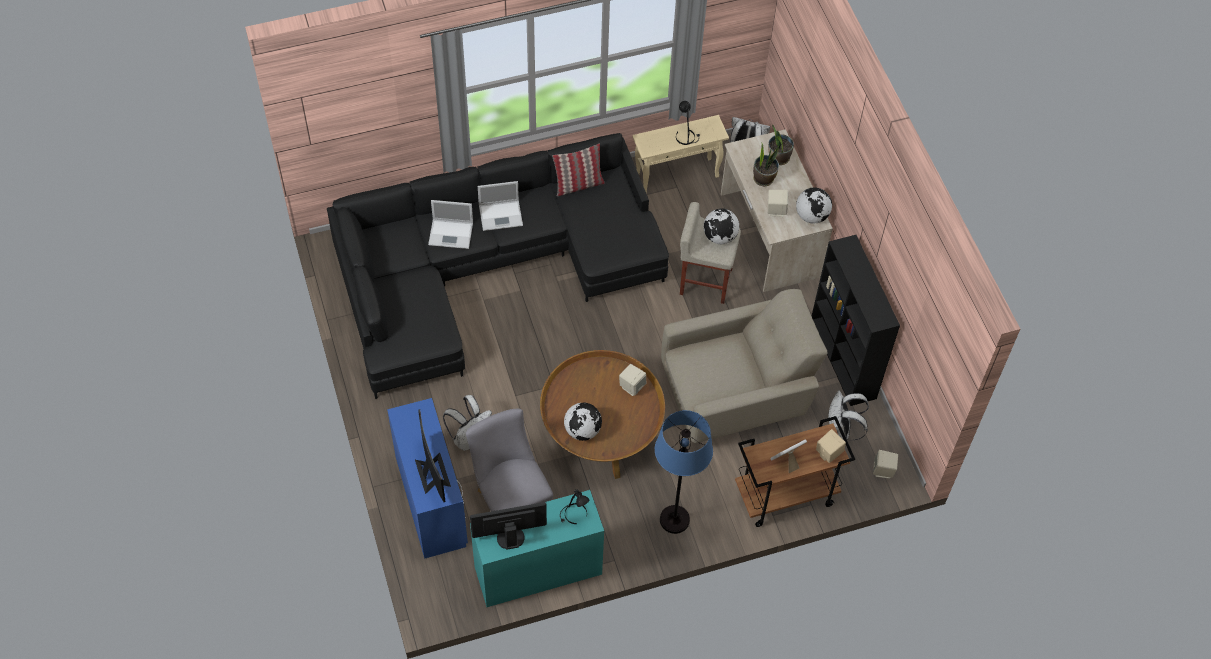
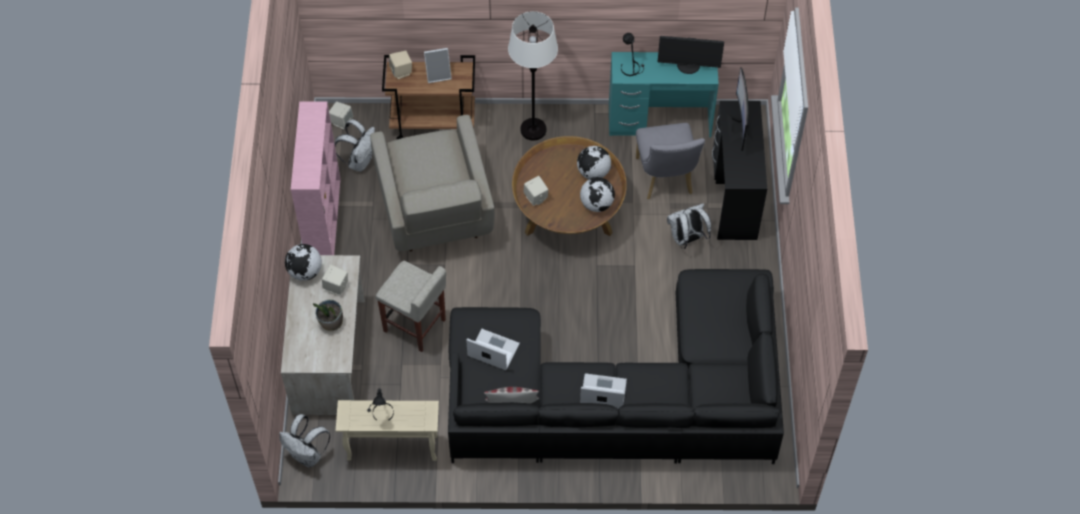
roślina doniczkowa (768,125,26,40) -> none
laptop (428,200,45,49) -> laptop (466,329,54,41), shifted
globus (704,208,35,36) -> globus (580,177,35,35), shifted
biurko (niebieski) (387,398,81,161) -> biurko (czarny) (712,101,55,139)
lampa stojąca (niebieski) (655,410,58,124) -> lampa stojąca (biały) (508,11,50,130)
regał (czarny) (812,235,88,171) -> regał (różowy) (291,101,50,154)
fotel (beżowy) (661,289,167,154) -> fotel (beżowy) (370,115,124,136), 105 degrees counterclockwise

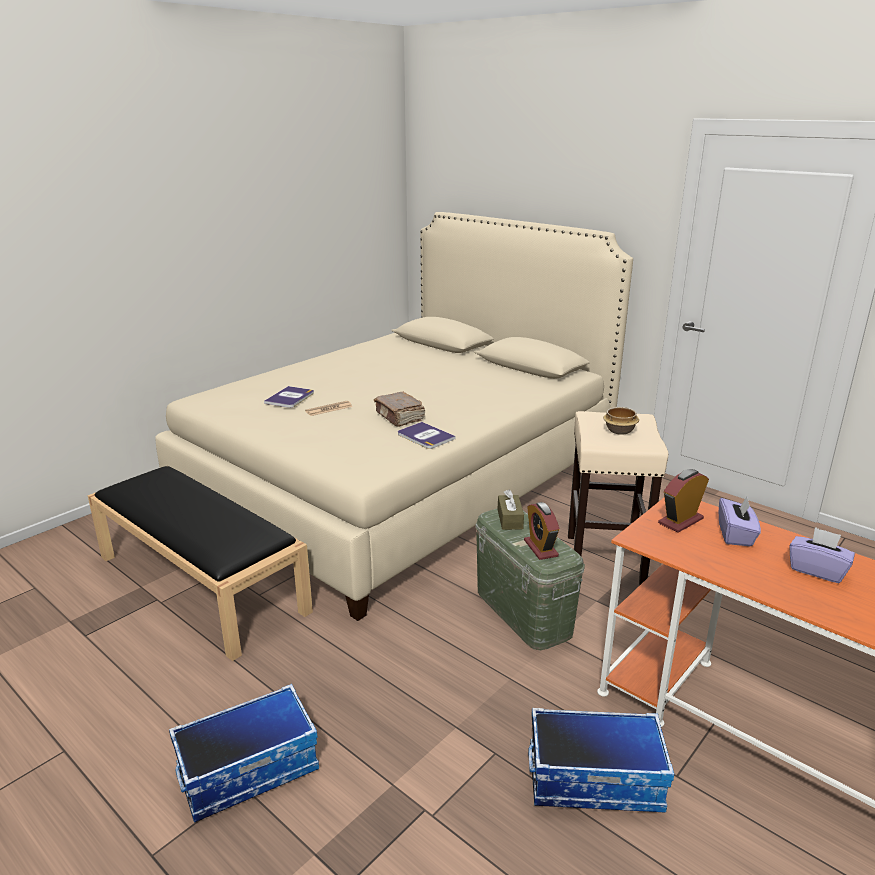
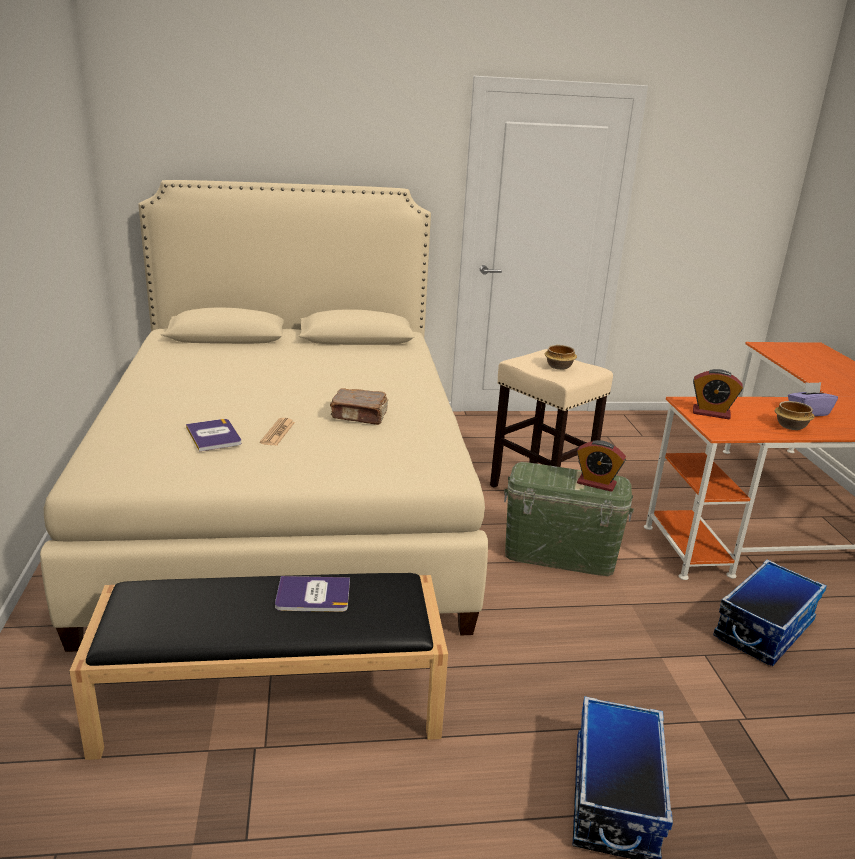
pudełko chusteczek (brązowy) (498,490,26,40) -> none
pudełko chusteczek (fioletowy) (719,497,42,49) -> none
none -> miska (775,401,40,29)
książka (398,422,58,27) -> książka (275,576,75,36), shifted
budzik (658,469,51,64) -> budzik (693,369,50,50), 75 degrees counterclockwise

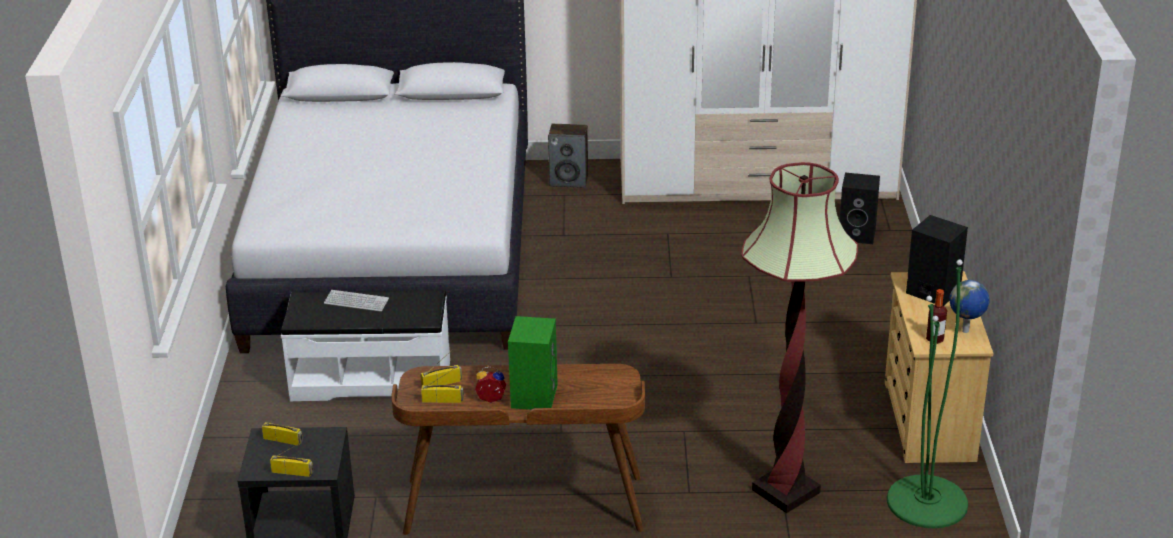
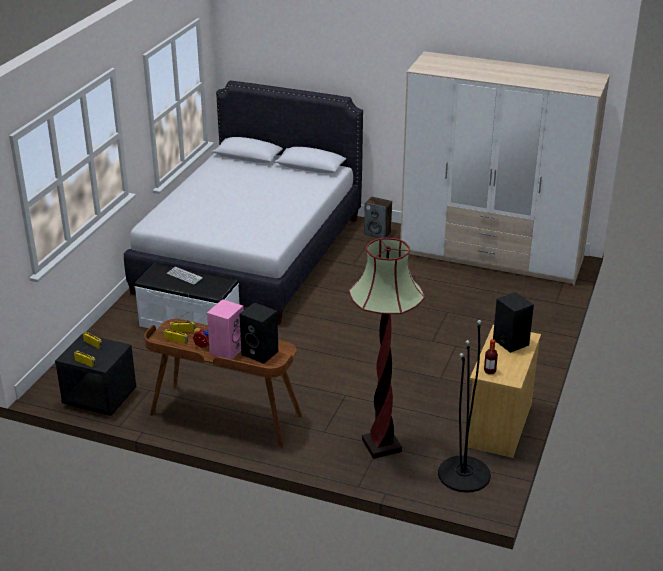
globus (949,280,41,53) -> none
głośnik (czarny) (840,173,40,71) -> głośnik (czarny) (239,302,39,62), shifted
głośnik (zielony) (508,316,50,94) -> głośnik (różowy) (207,299,37,60)
lampa stojąca (zielony) (887,259,81,269) -> lampa stojąca (czarny) (438,320,53,173)

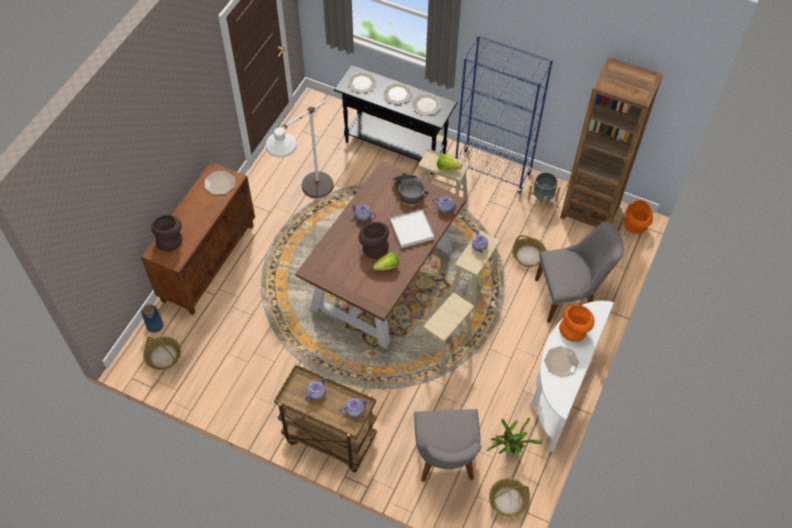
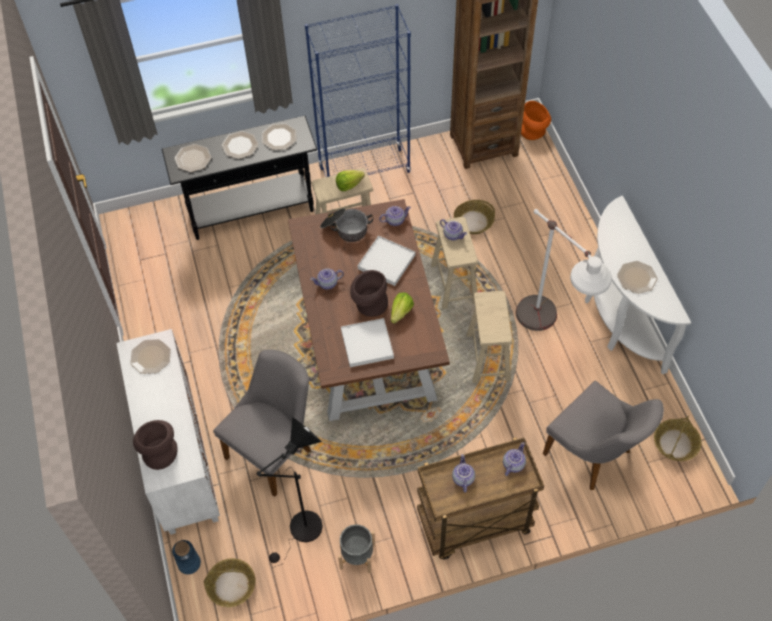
roślina doniczkowa (487,418,56,39) -> none
wazon (pomarańczowy) (559,305,35,37) -> none
none -> lampa stojąca (czarny) (256,417,67,150)
none -> taca (biały) (341,318,53,49)
lampa stojąca (biały) (266,101,68,97) -> lampa stojąca (biały) (516,209,96,122), shifted
donica (szary) (528,172,33,40) -> donica (szary) (338,524,37,49), shifted
krzesło (szary) (535,221,89,102) -> krzesło (szary) (213,349,98,148), shifted
szafka (brązowy) (141,162,114,153) -> szafka (biały) (116,329,104,206)

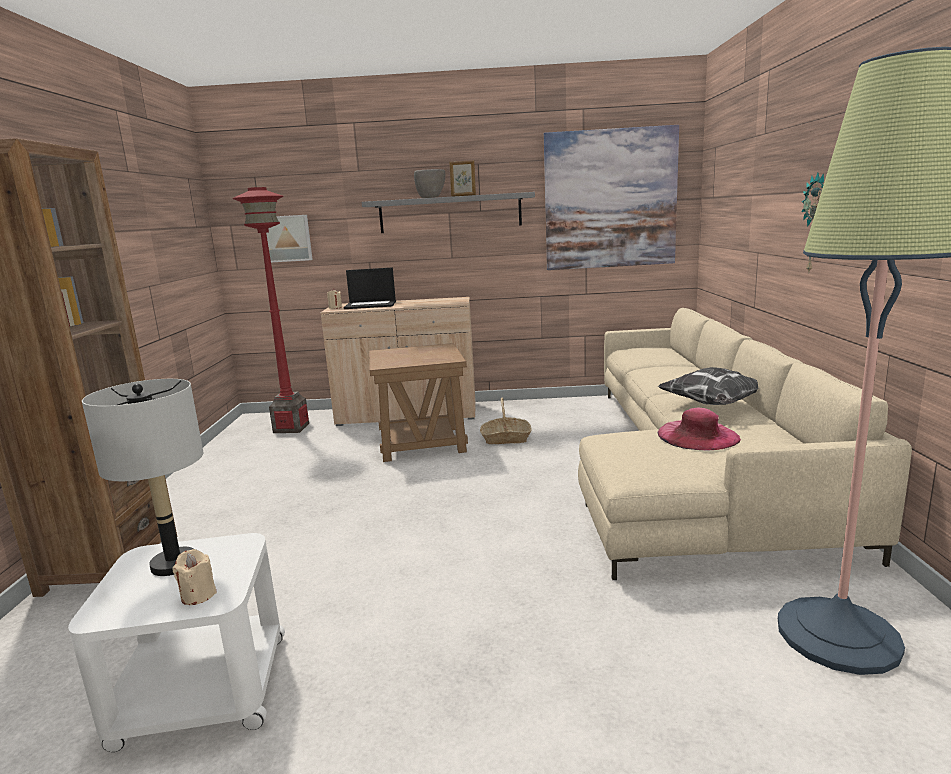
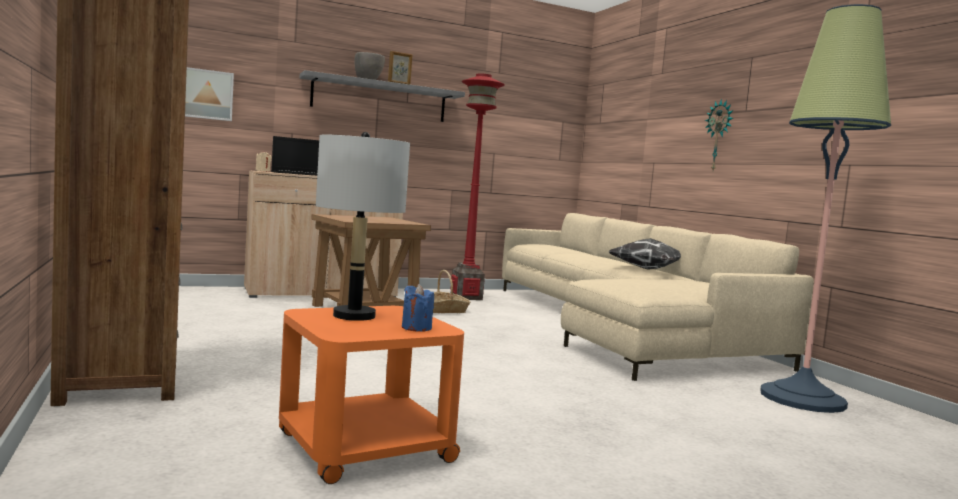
obraz (544,125,135,145) -> none
kapelusz (różowy) (657,408,84,43) -> none
lampa stojąca (czerwony) (232,187,77,246) -> lampa stojąca (czerwony) (450,73,55,227), shifted
stolik (biały) (68,533,217,219) -> stolik (pomarańczowy) (279,306,185,178)
świeca (beżowy) (172,549,45,56) -> świeca (niebieski) (402,284,32,48)

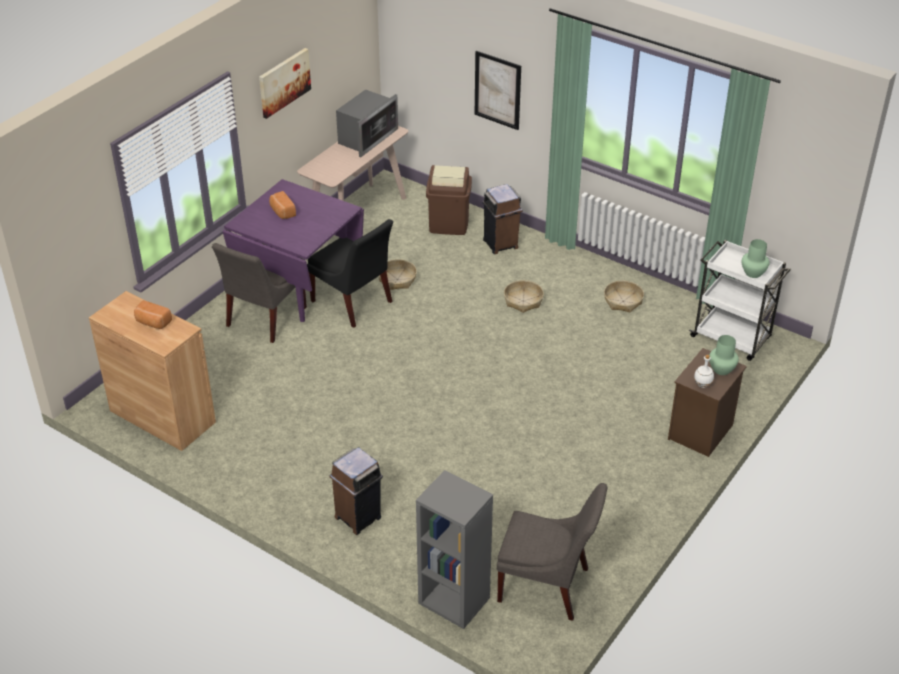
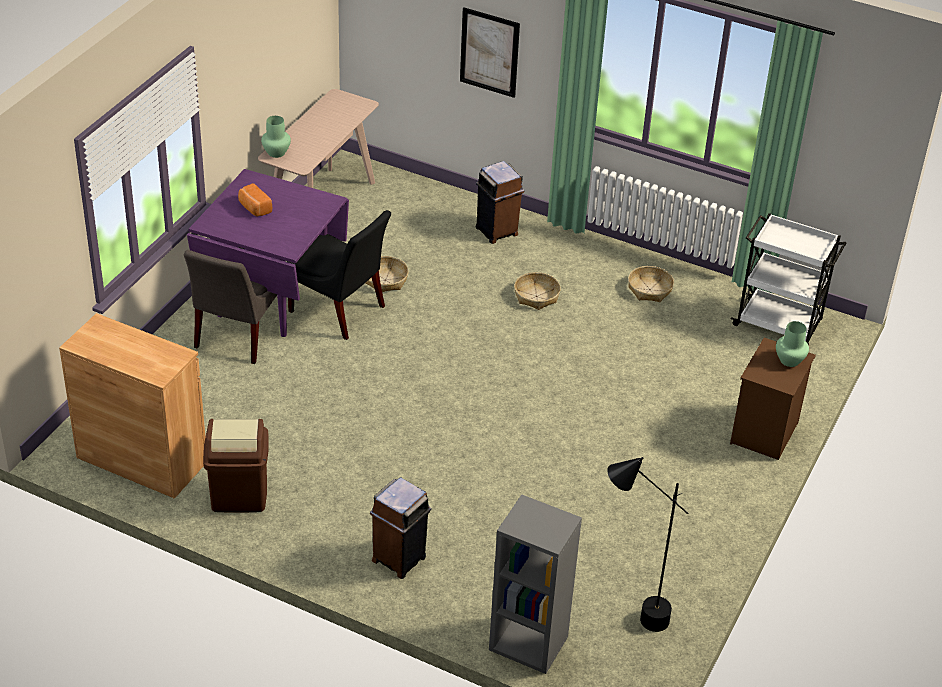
chleb (134,300,38,29) -> none
obraz (259,48,52,71) -> none
mikrofalówka (336,89,62,68) -> none
butelka (biały) (694,354,20,34) -> none
kosz na śmieci (brązowy) (426,165,46,70) -> kosz na śmieci (brązowy) (203,419,66,94), shifted
wazon (zielony) (742,239,28,39) -> wazon (zielony) (261,116,30,42), shifted
krzesło (szary) (497,483,110,138) -> lampa stojąca (czarny) (607,457,81,175)

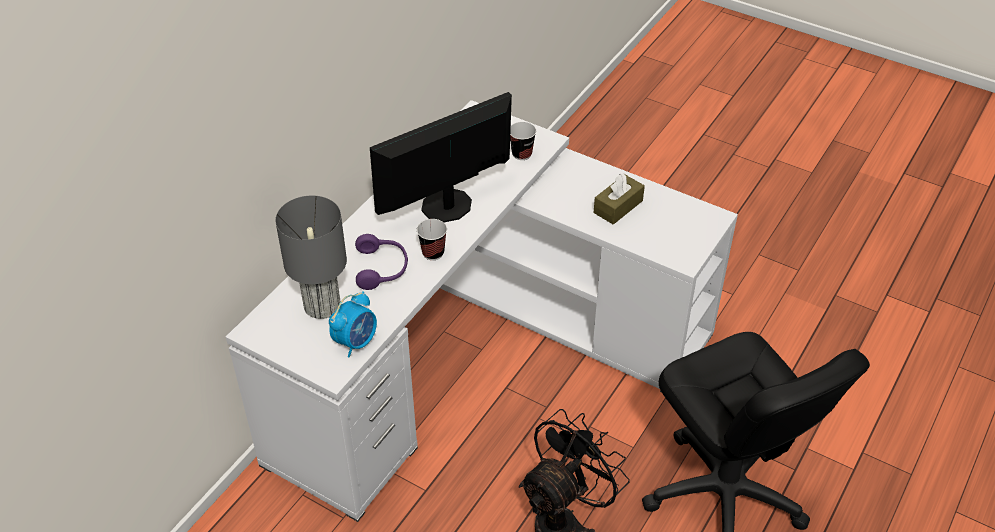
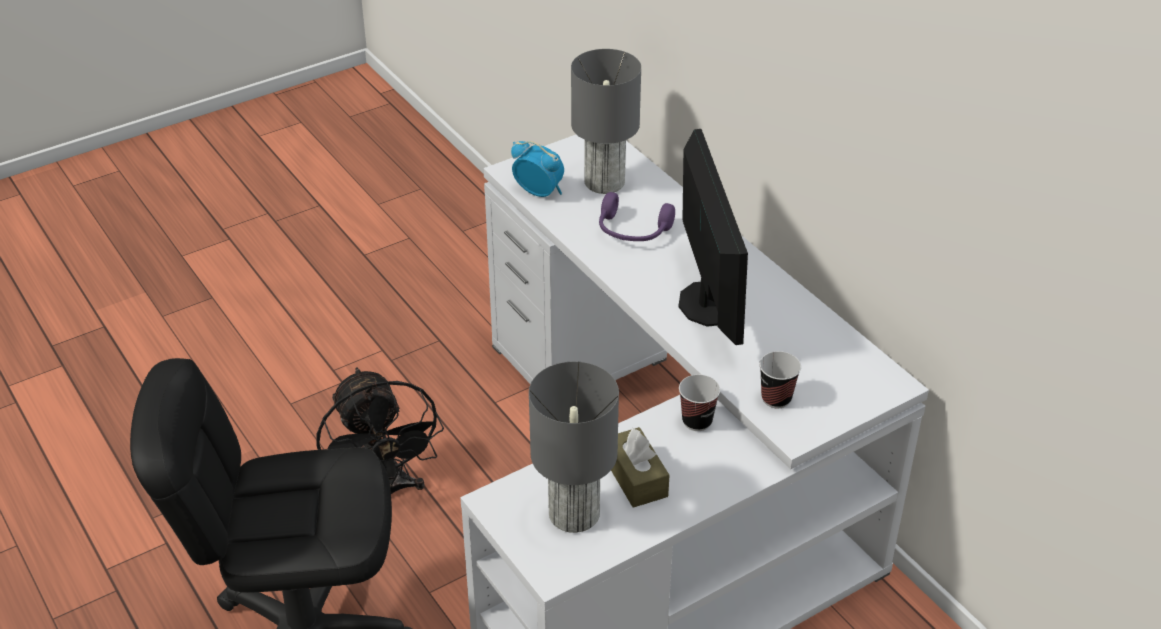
none -> lampa stołowa (szary) (529,361,90,172)
filiżanka (417,219,30,41) -> filiżanka (679,375,41,56), shifted
budzik (329,291,48,67) -> budzik (511,141,53,56), 150 degrees clockwise

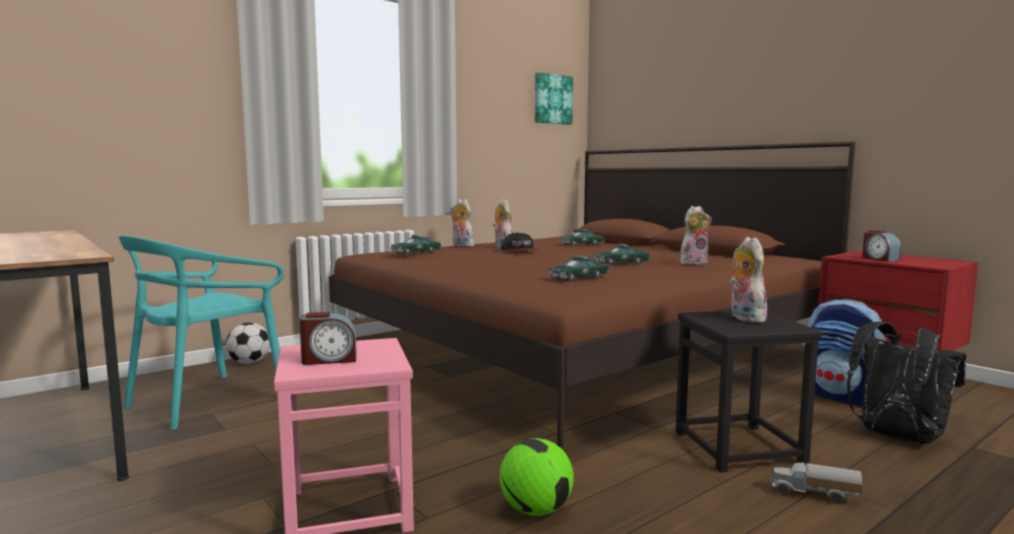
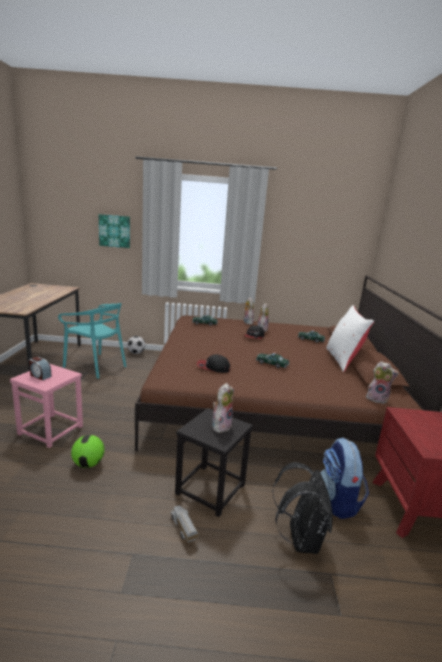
budzik (862,230,39,32) -> none
none -> poduszka (biały) (326,305,48,67)
obraz (535,72,38,53) -> obraz (99,214,31,34), shifted
pluszak (680,206,32,59) -> pluszak (366,361,33,43), shifted
samochodzik (548,255,62,27) -> czapka z daszkiem (197,354,34,19)
krzesło (turkusowy) (119,235,165,195) -> krzesło (turkusowy) (58,303,68,76), 135 degrees counterclockwise

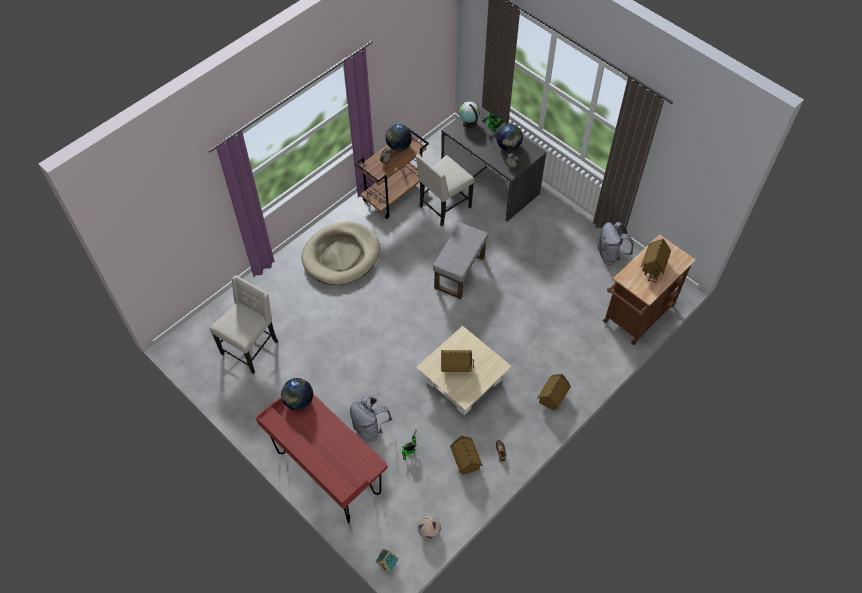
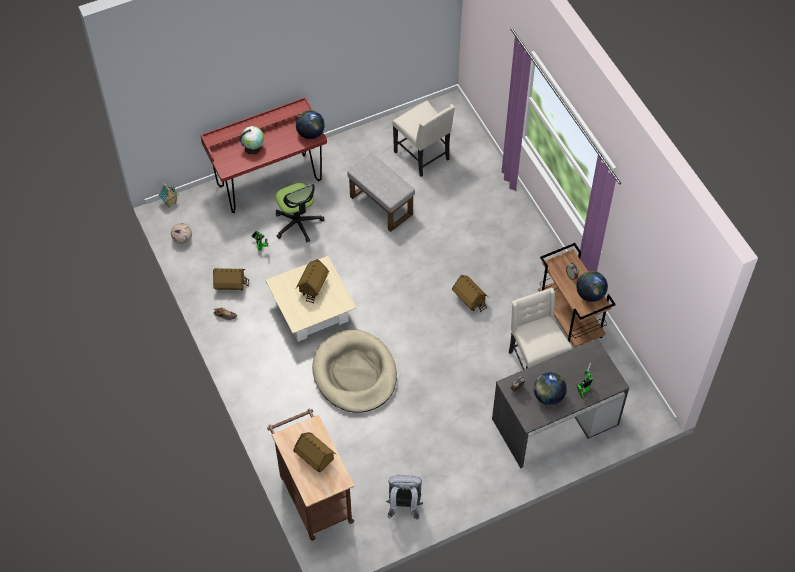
legowisko (beżowy) (301,222,79,63) -> legowisko (beżowy) (312,330,85,83), shifted
pufa (szary) (433,222,55,77) -> pufa (szary) (347,153,68,79), shifted
globus (459,101,20,27) -> globus (239,126,25,29), shifted
domek (537,374,34,36) -> domek (452,275,36,37), shifted
plecak (szary) (350,396,42,46) -> krzesło biurowe (275,183,49,59)

